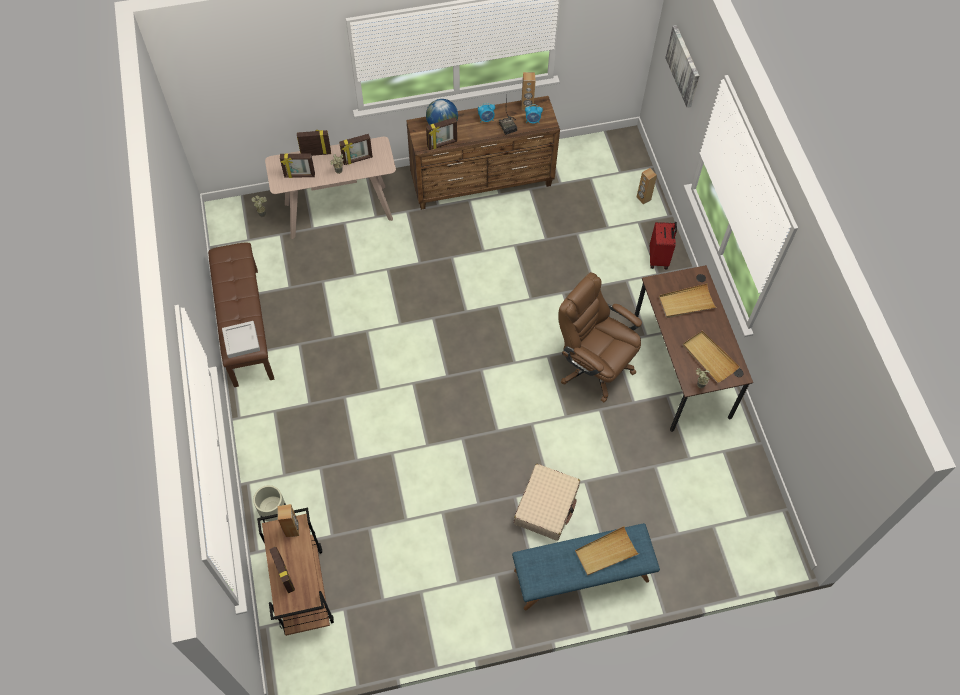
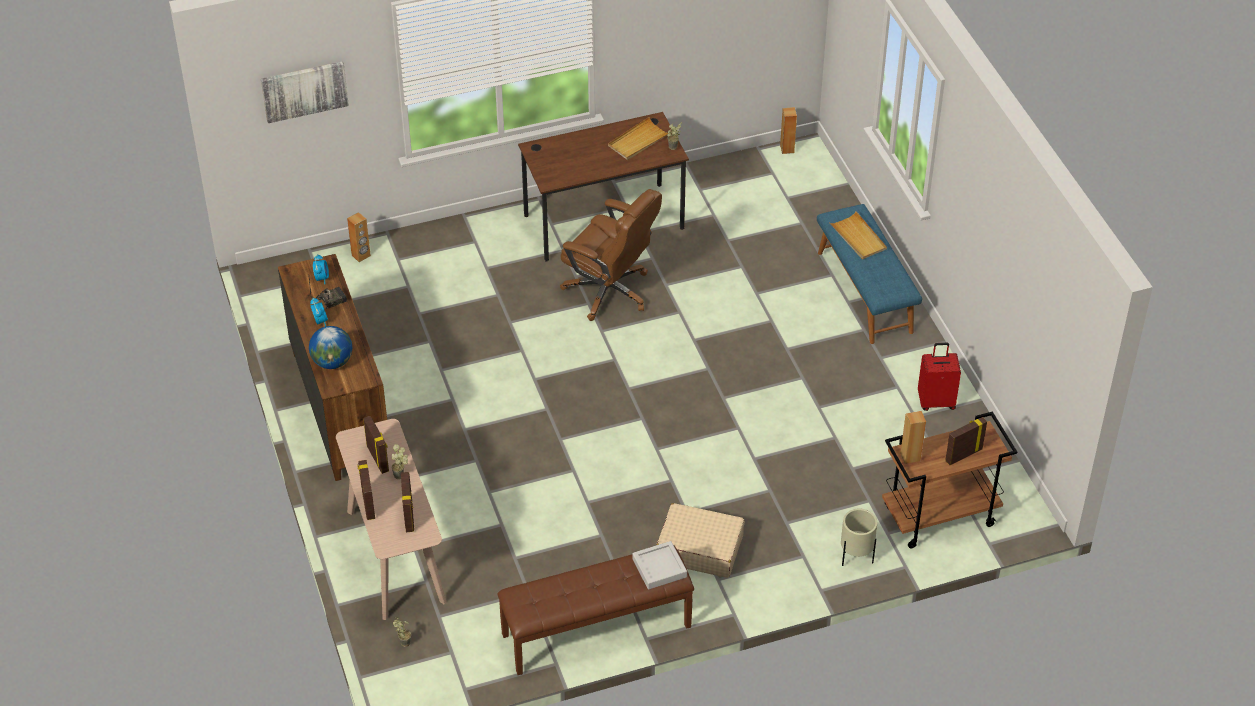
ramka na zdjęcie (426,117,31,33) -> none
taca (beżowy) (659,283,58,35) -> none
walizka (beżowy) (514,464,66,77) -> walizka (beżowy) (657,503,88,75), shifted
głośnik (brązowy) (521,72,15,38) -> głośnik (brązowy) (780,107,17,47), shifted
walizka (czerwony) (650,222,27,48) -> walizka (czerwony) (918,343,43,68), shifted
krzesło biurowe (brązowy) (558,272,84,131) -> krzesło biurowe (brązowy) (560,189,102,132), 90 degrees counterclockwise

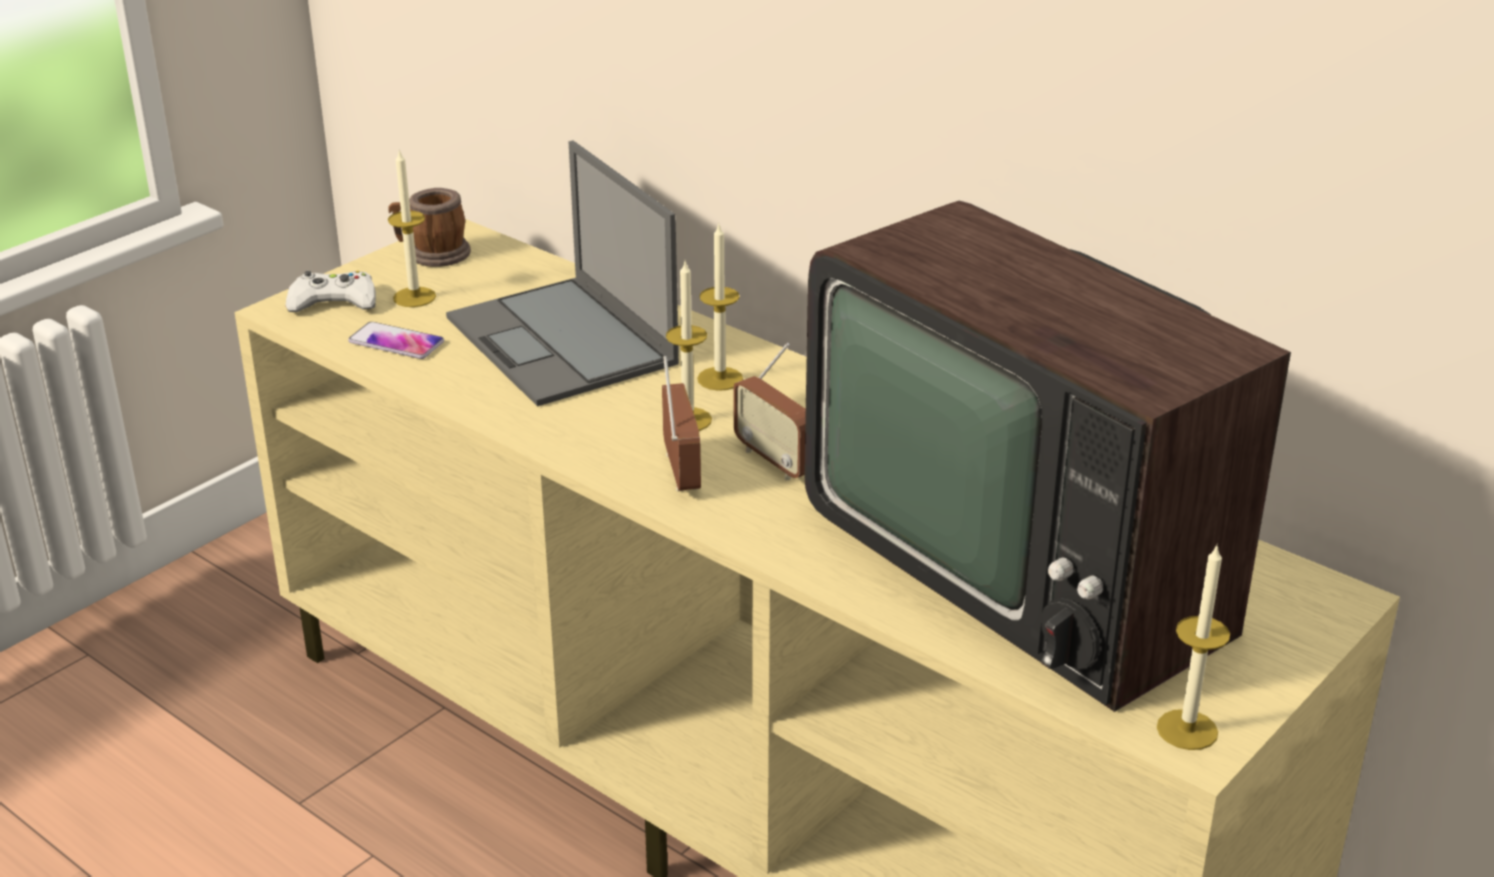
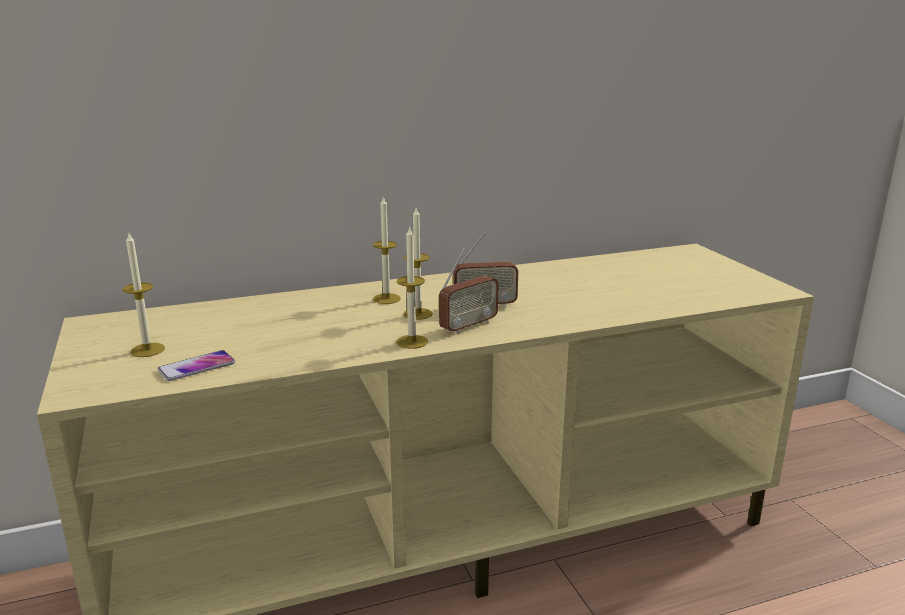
pad do gier (biały) (285,271,91,41) -> none
kubek (388,188,83,79) -> none
laptop (446,140,233,266) -> none
telewizor (804,201,487,511) -> none
świeca (1157,544,73,206) -> świeca (396,227,32,122), shifted
radio (662,356,39,135) -> radio (439,246,60,89), 120 degrees clockwise

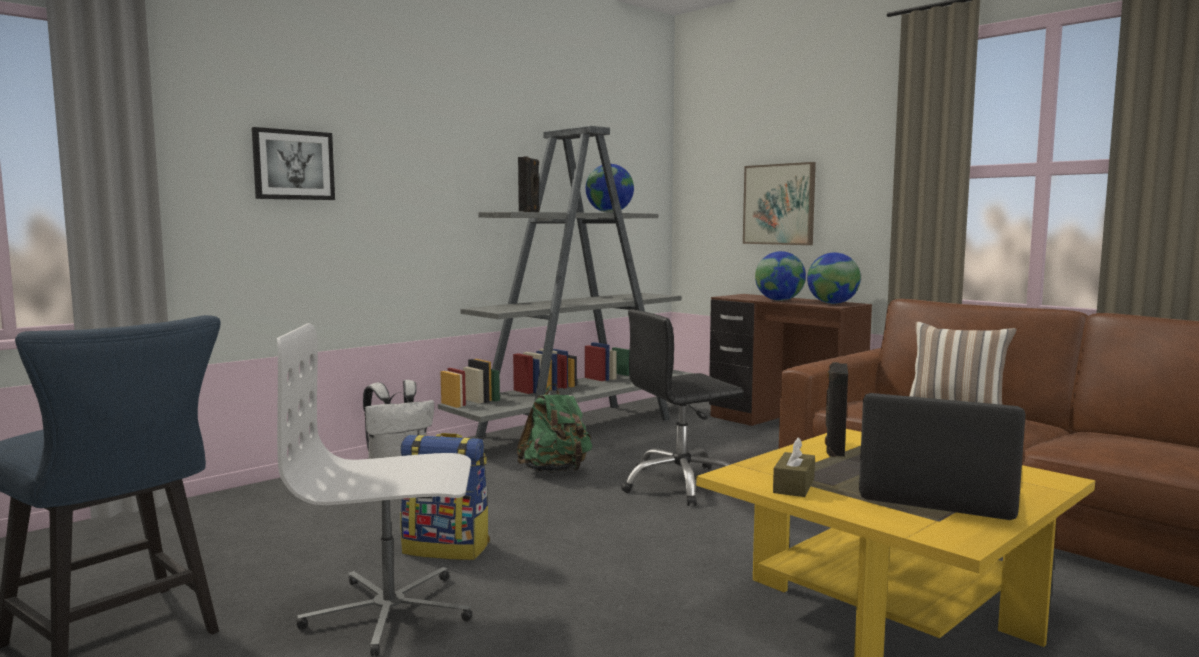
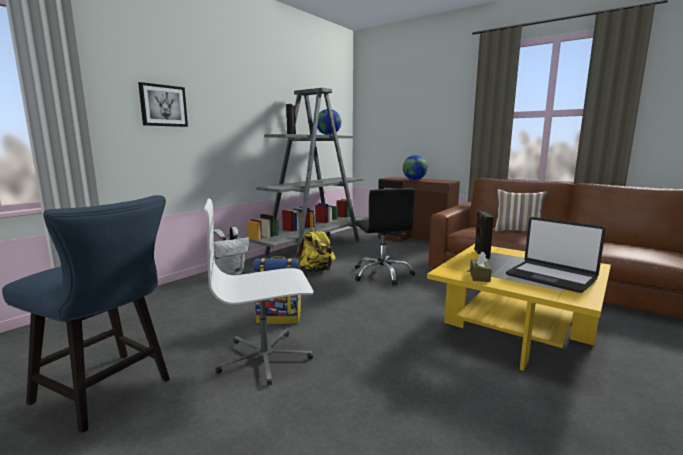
obraz (743,162,73,83) -> none
globus (807,253,54,51) -> none
plecak (zielony) (517,384,75,89) -> plecak (żółty) (296,226,40,46)
krzesło biurowe (czarny) (621,309,123,197) -> krzesło biurowe (czarny) (355,188,60,98), 75 degrees counterclockwise
laptop (859,393,167,127) -> laptop (506,217,100,76), 150 degrees counterclockwise

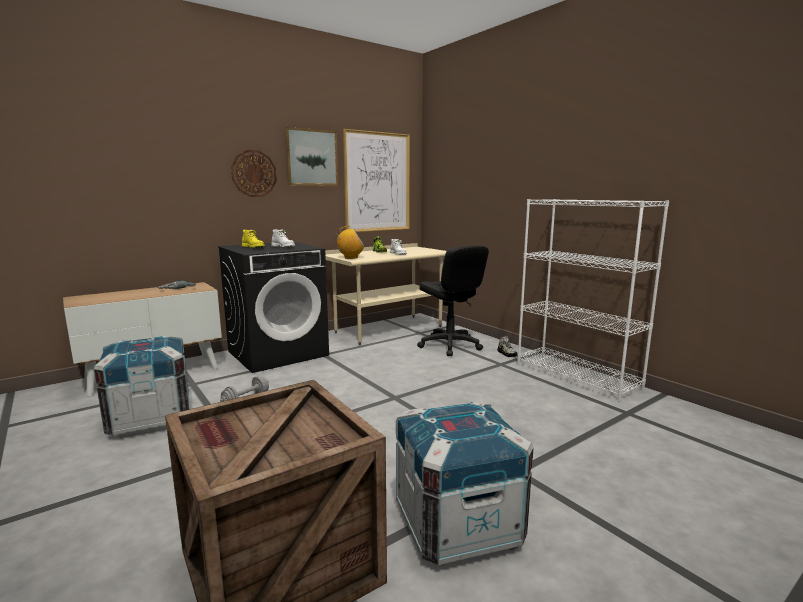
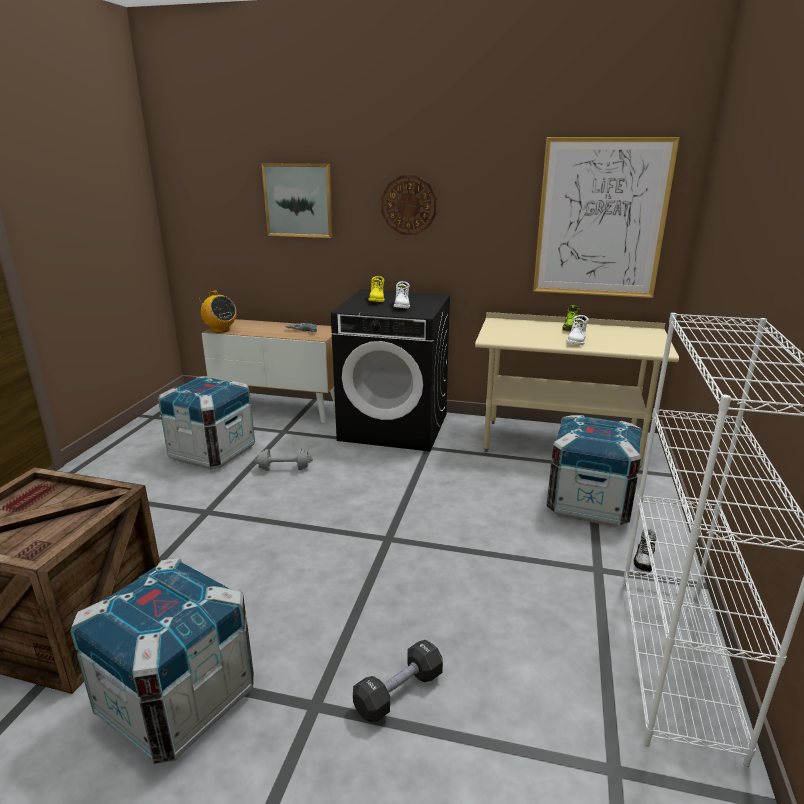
none -> hantel (czarny) (353,640,90,82)
obraz (285,127,53,59) -> obraz (261,163,72,75), shifted
radio (337,226,27,33) -> radio (199,291,38,42), shifted
krzesło biurowe (czarny) (417,245,72,111) -> skrzynka (546,415,96,112)

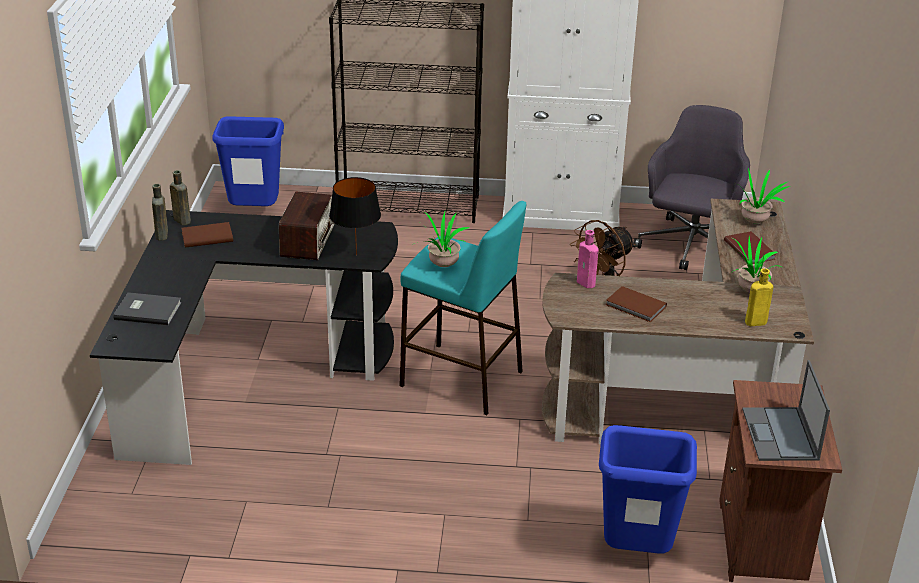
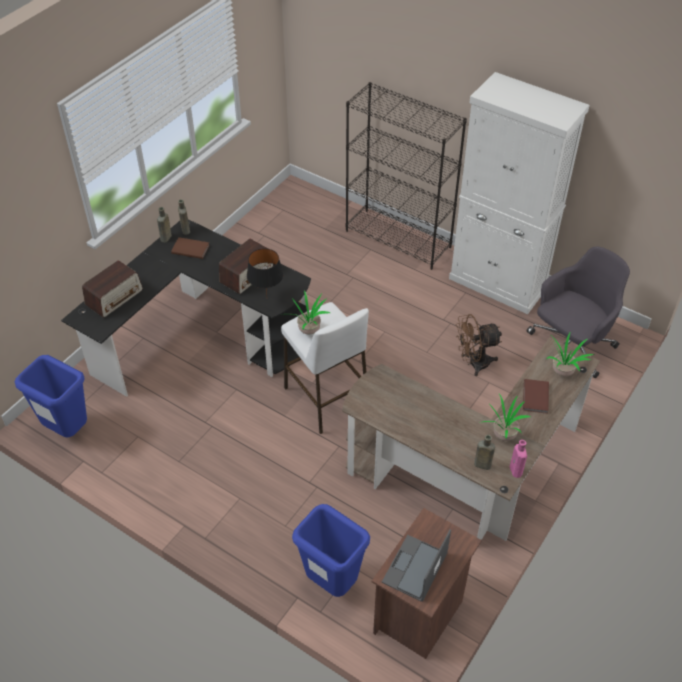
książka (brązowy) (606,286,61,36) -> none
kosz na śmieci (niebieski) (212,116,72,90) -> kosz na śmieci (niebieski) (15,355,72,82), shifted
butelka (różowy) (577,230,22,58) -> butelka (różowy) (510,440,17,38), shifted
książka (szary) (113,292,69,33) -> radio (82,260,61,58)
stołek (turkusowy) (399,201,127,214) -> stołek (biały) (281,302,88,132)
butelka (żółty) (745,268,28,58) -> butelka (brązowy) (474,435,21,35)

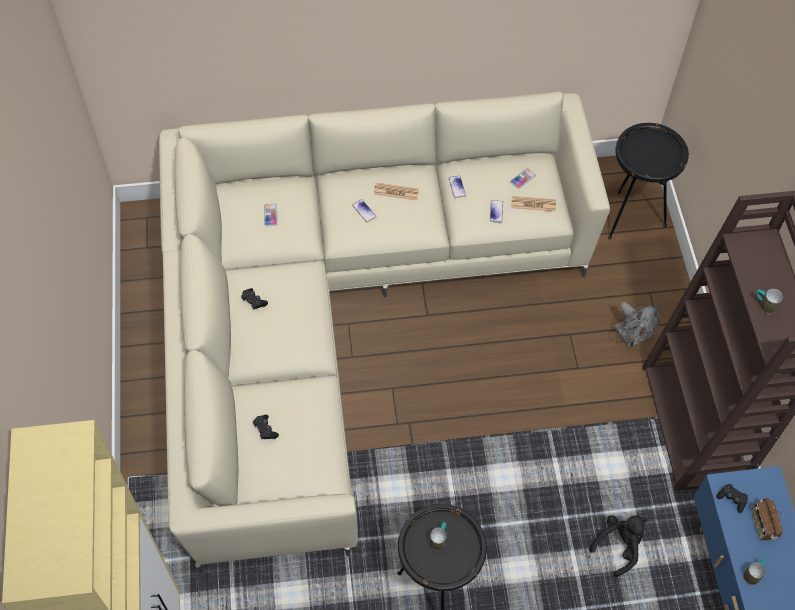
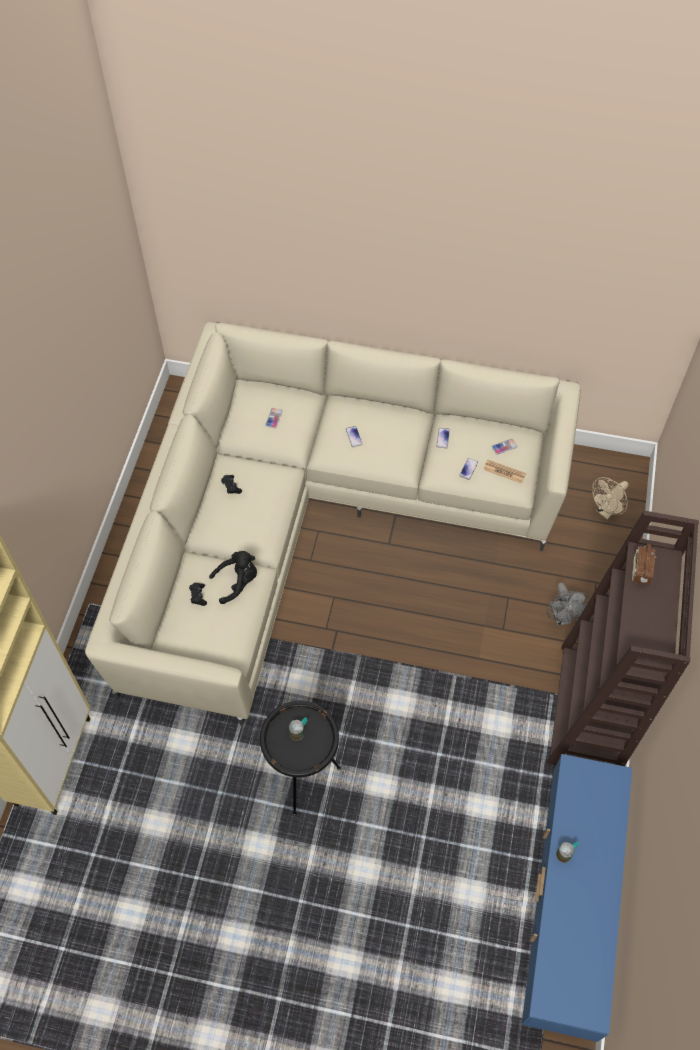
gazeta (374,183,45,17) -> none
pad do gier (czarny) (716,484,32,29) -> none
kubek (756,289,27,26) -> none
pluszak (czarny) (589,515,58,62) -> pluszak (czarny) (209,551,48,53), shifted
radio (751,498,33,43) -> radio (632,544,24,41), shifted
stolik (czarny) (608,123,81,117) -> wentylator (beżowy) (592,477,37,42)

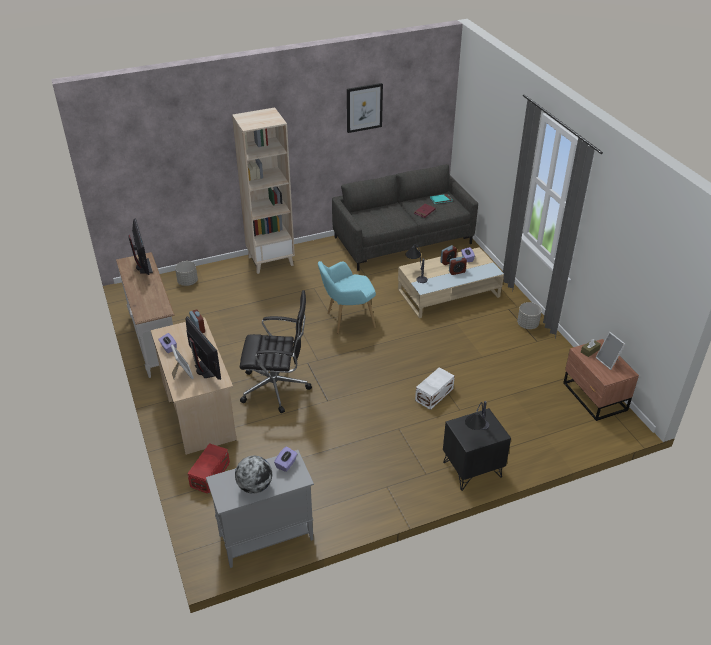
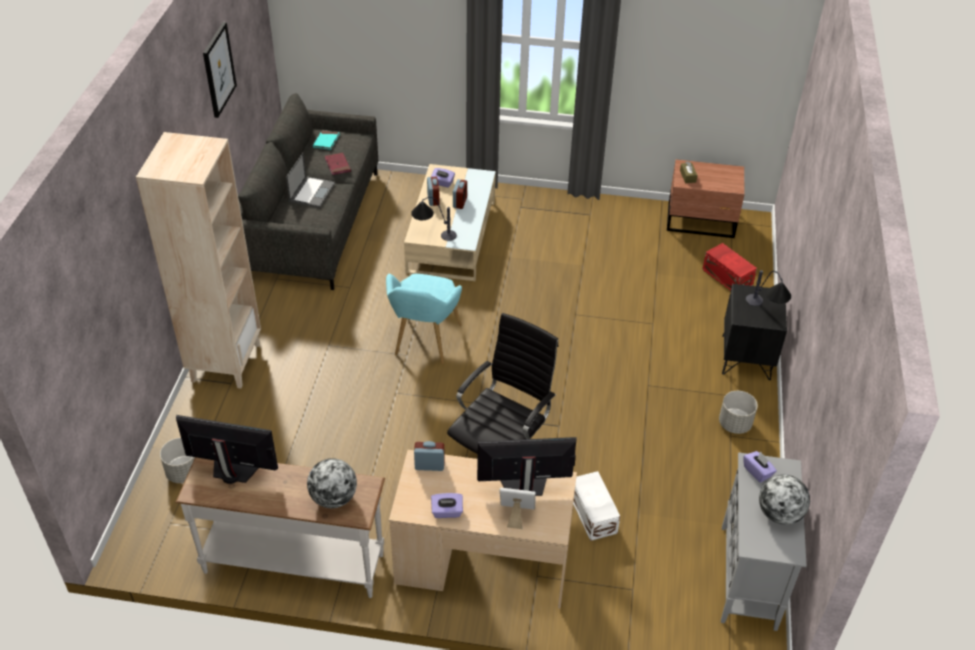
ramka na zdjęcie (595,332,30,38) -> none
none -> laptop (286,153,49,55)
none -> globus (307,458,50,50)
pojemnik do przechowywania (czerwony) (187,443,43,51) -> pojemnik do przechowywania (czerwony) (702,243,55,48), shifted
pojemnik do przechowywania (biały) (415,367,40,43) -> pojemnik do przechowywania (biały) (573,471,47,70), shifted
donica (szary) (517,302,25,27) -> donica (szary) (719,391,39,43), shifted

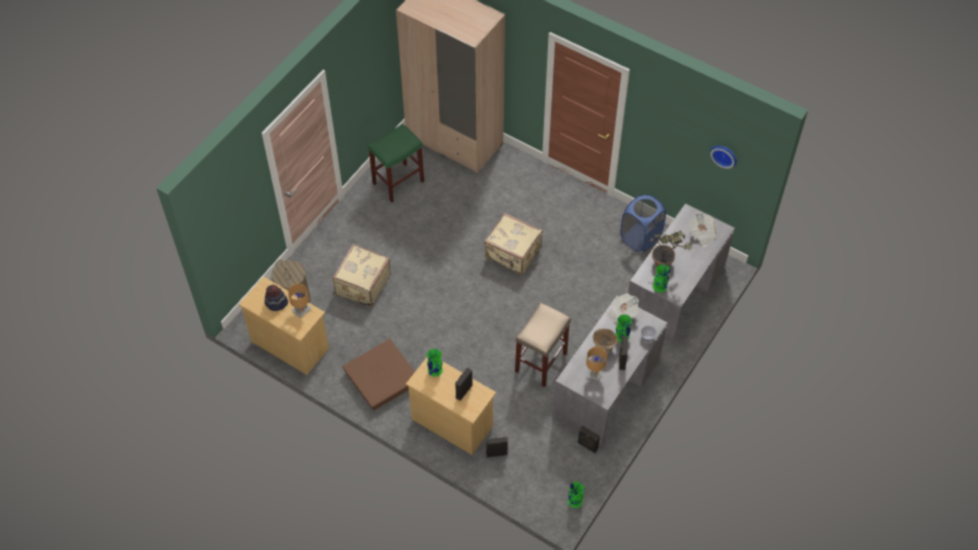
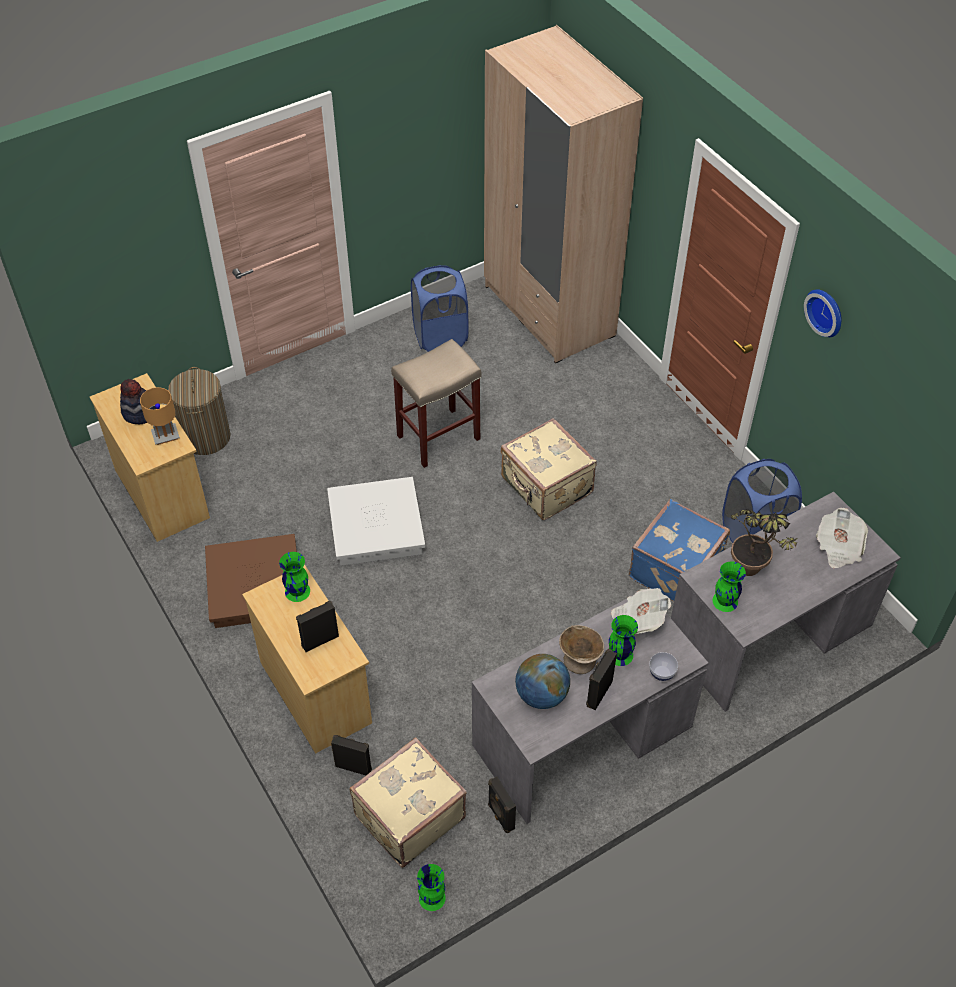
none -> pojemnik do przechowywania (biały) (327,477,98,89)
none -> walizka (niebieski) (629,499,101,103)
walizka (beżowy) (332,244,59,63) -> walizka (beżowy) (349,737,118,131), shifted
stołek (beżowy) (515,303,56,84) -> stołek (beżowy) (391,339,91,129), shifted
zegar ścienny (710,146,27,23) -> zegar ścienny (804,289,37,48), shifted
stołek (zielony) (368,124,56,79) -> kosz na pranie (niebieski) (411,265,57,87)
lampa stołowa (brązowy) (586,347,21,34) -> globus (515,654,55,55)

